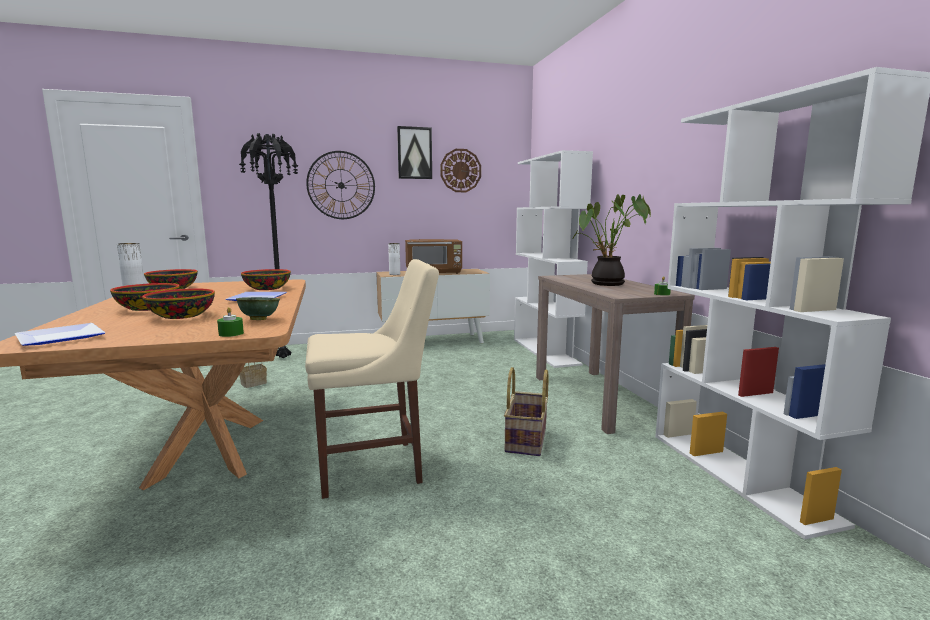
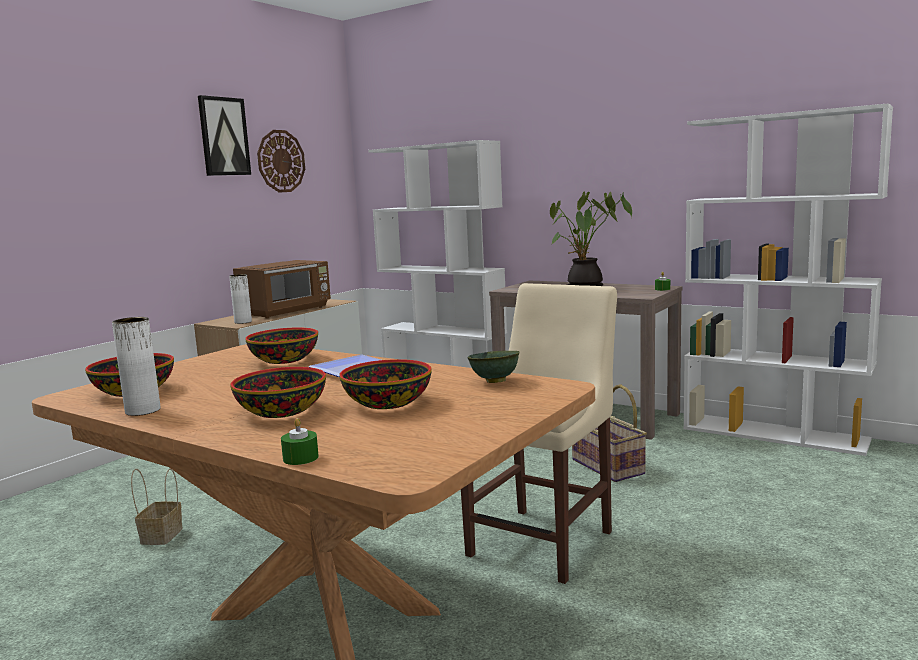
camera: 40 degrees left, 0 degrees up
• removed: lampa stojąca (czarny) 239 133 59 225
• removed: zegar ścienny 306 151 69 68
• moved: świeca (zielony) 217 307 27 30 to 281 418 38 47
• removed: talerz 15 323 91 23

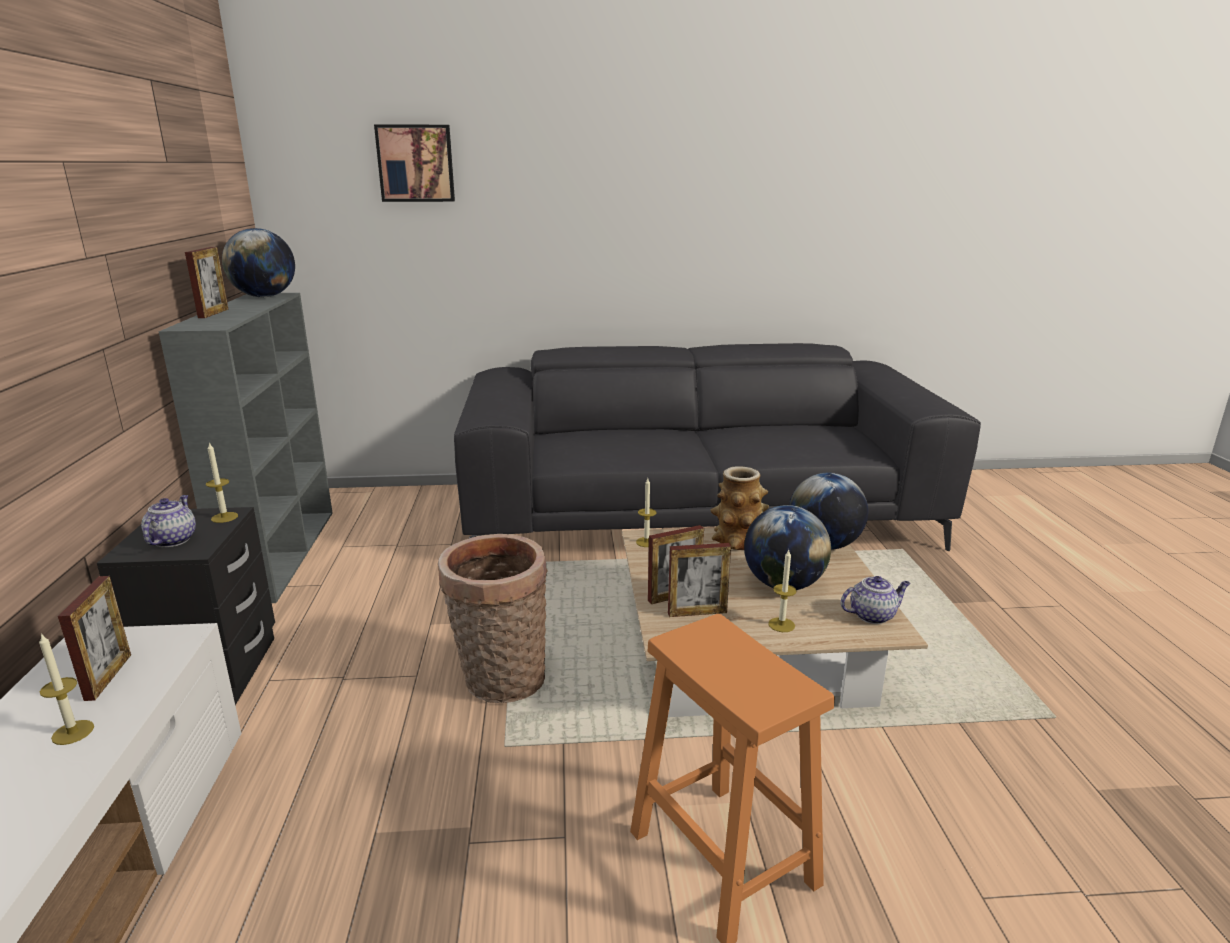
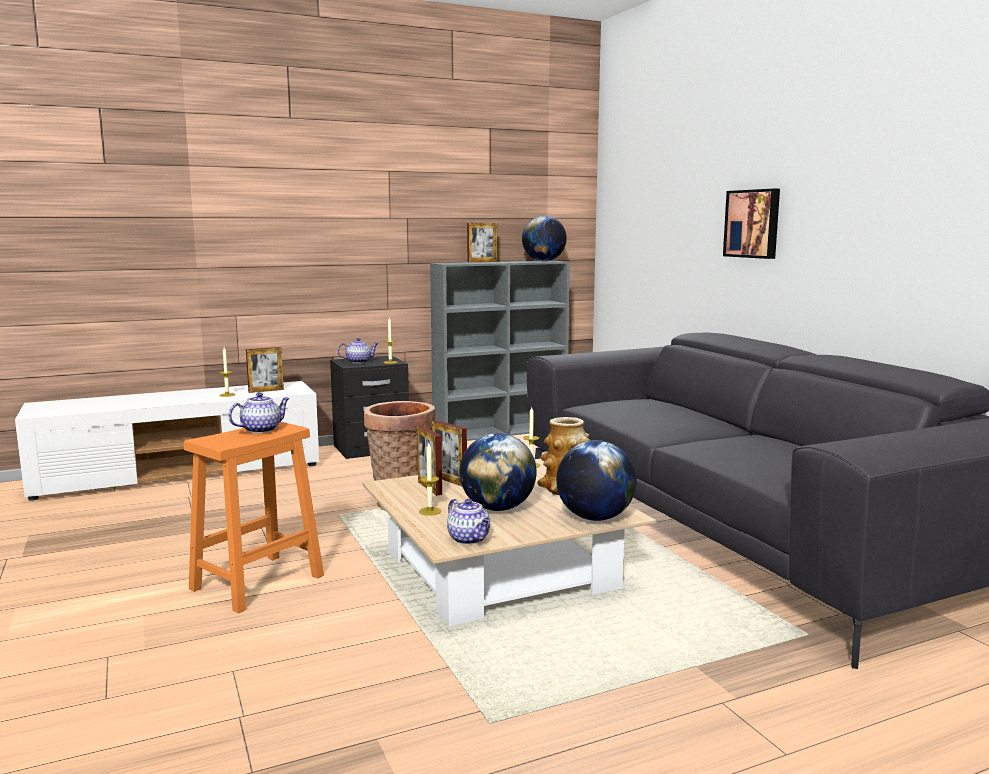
camera: 70 degrees right, 10 degrees down
• moved: obraz 374 124 81 78 to 723 189 57 70
• added: imbryk 228 392 62 41

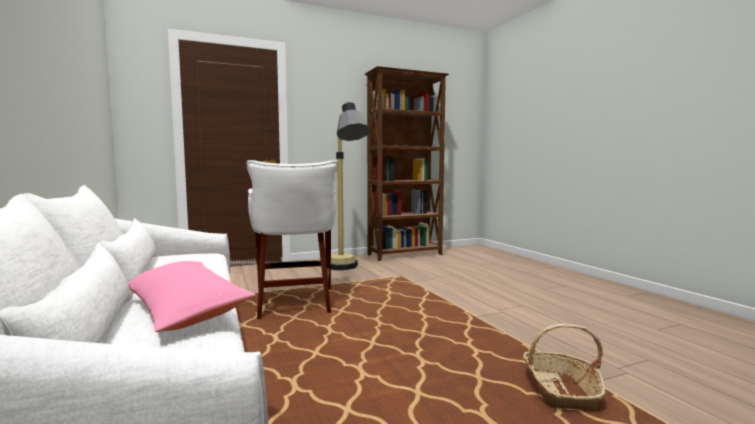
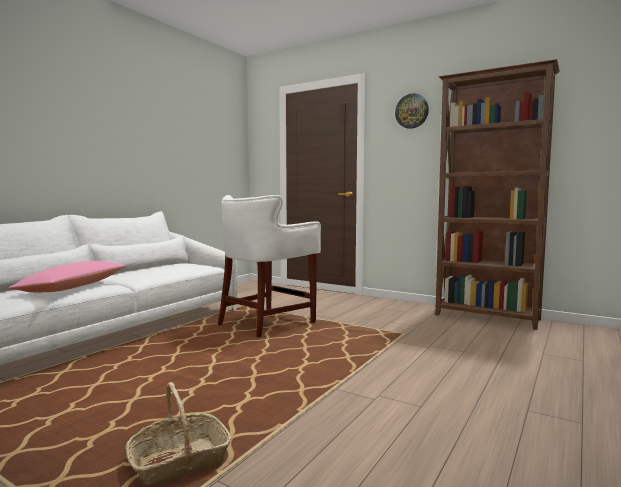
camera: 55 degrees right, 0 degrees up
• removed: lampa stojąca 331 102 40 168
• added: zegar ścienny 395 93 34 36

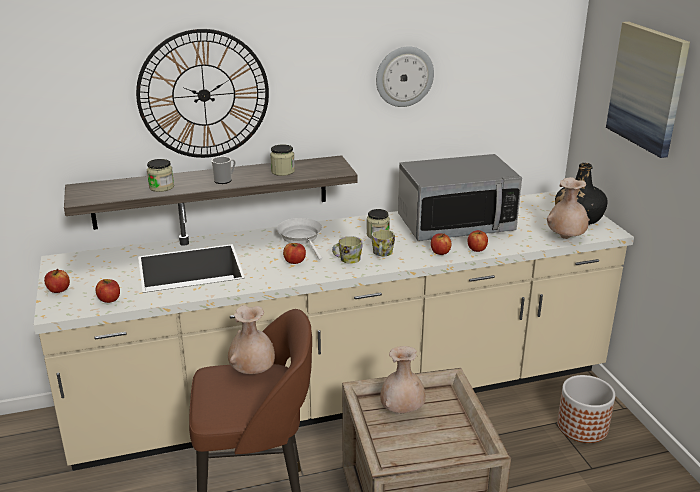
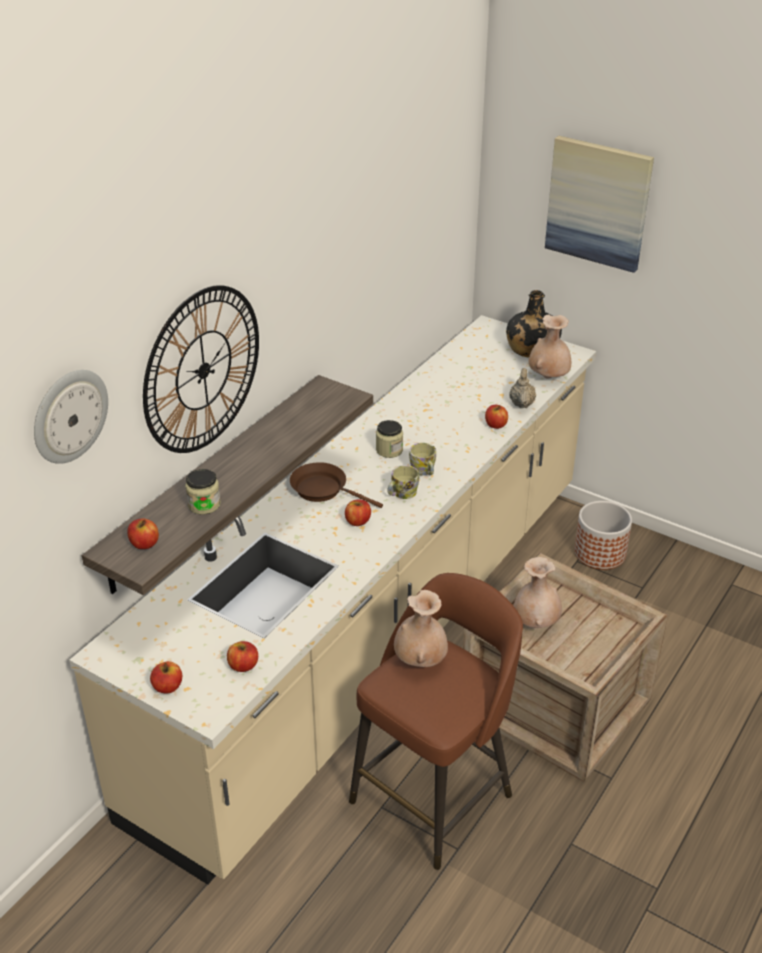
camera: 40 degrees left, 10 degrees up
• moved: zegar ścienny 376 46 58 61 to 34 370 74 94
• removed: słoik 270 144 25 32
• removed: mikrofalówka 398 154 124 87
• removed: kubek 211 156 25 28
• recoloured: patelnia (biały) 277 218 45 42 to patelnia (brązowy) 290 462 93 46
• moved: jabłko 431 233 20 22 to 127 519 32 30
• added: imbryk (beżowy) 509 368 27 40

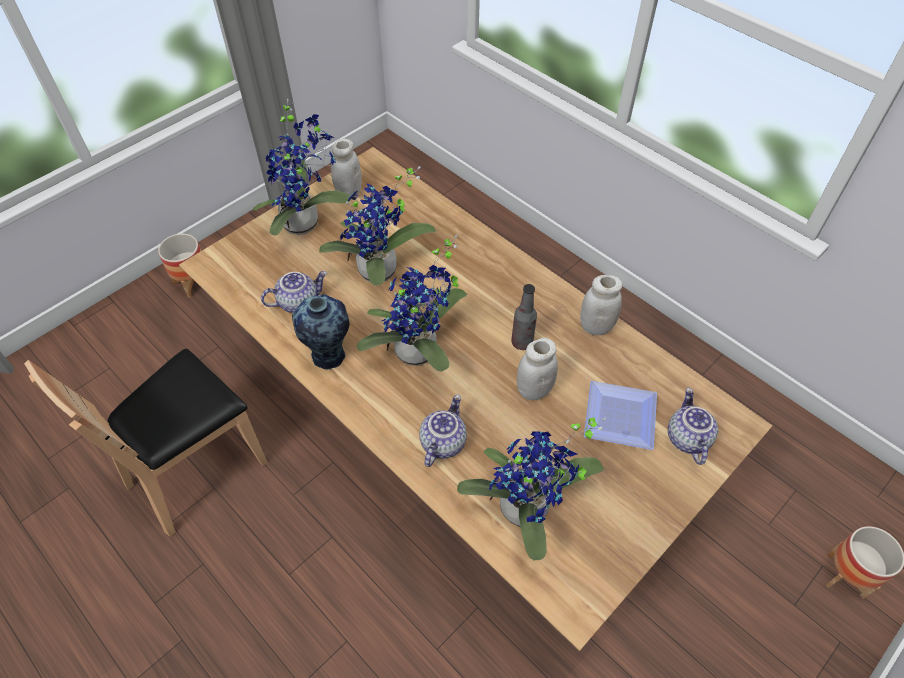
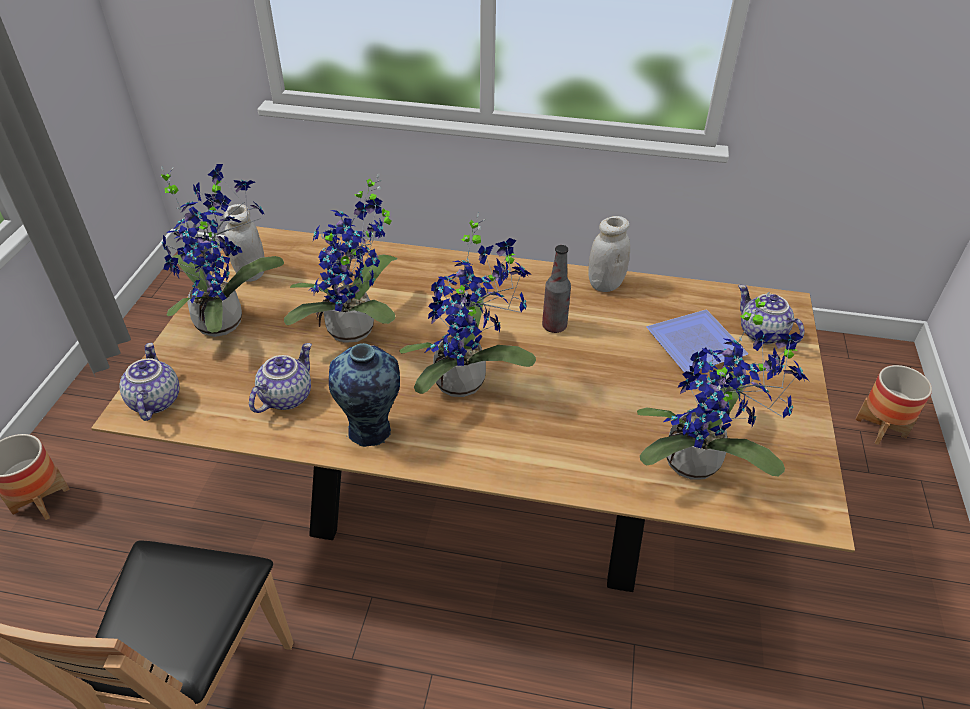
camera: 35 degrees left, 10 degrees down
• removed: słoik (biały) 517 338 41 62
• moved: imbryk 419 395 48 72 to 119 343 61 78

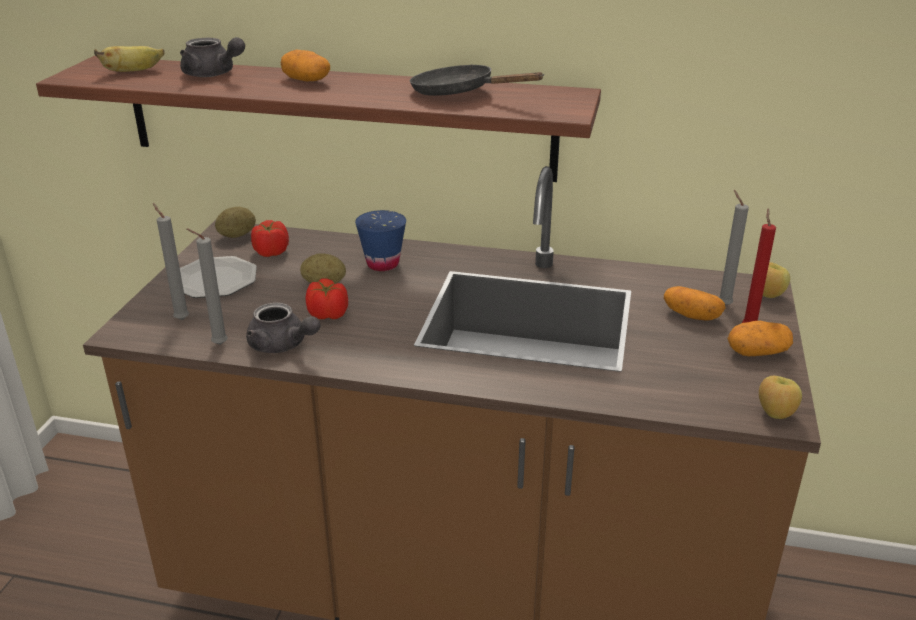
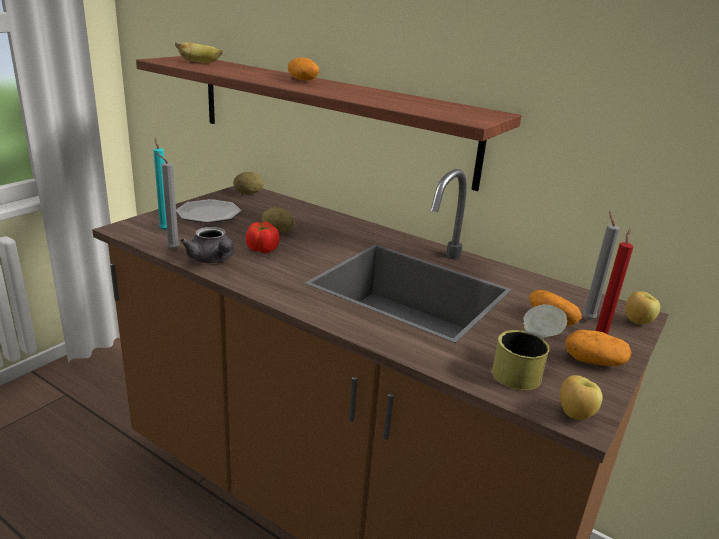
camera: 20 degrees right, 5 degrees down
• removed: imbryk (szary) 180 37 65 40
• removed: patelnia (czarny) 410 64 134 32
• recoloured: świeca (szary) 153 203 36 117 to świeca (turkusowy) 153 137 14 93
• removed: filiżanka (niebieski) 355 210 51 61
• removed: pomidor 251 220 38 37
• added: puszka 492 304 75 86

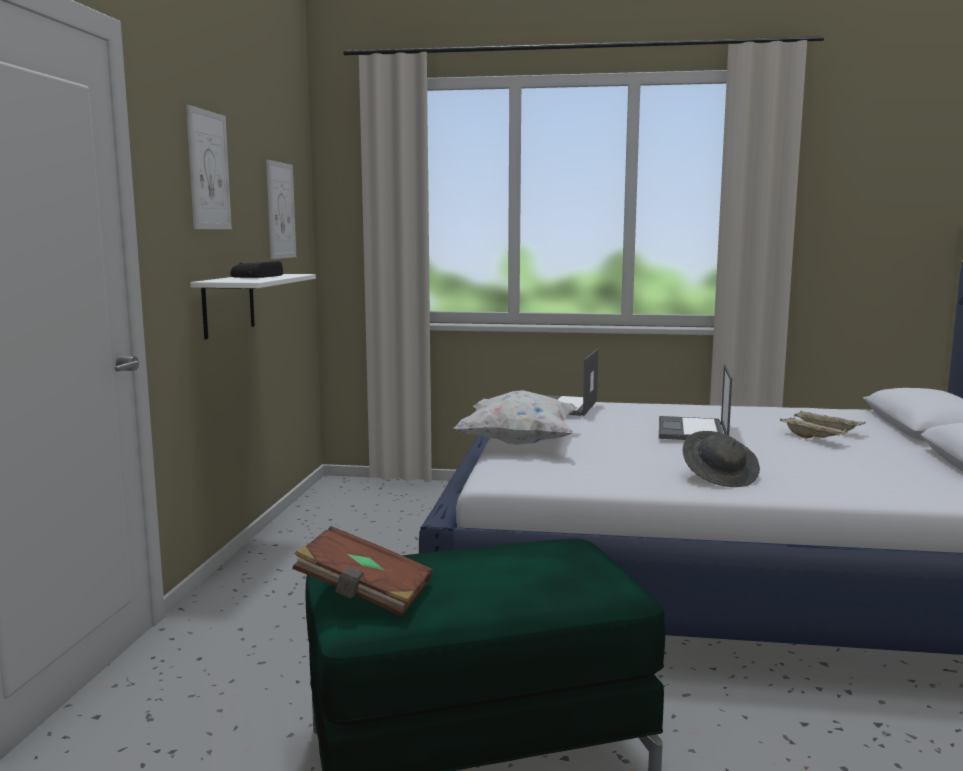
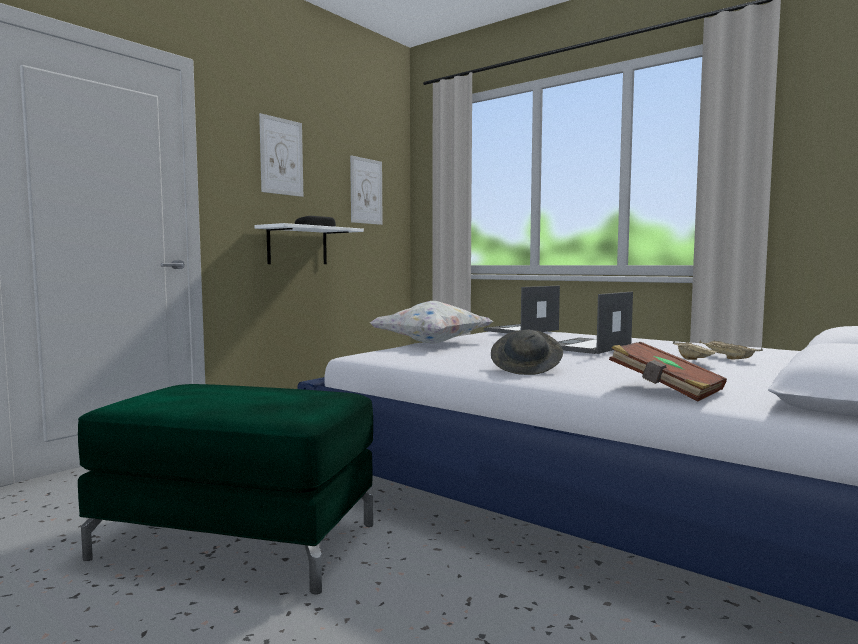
camera: 30 degrees right, 5 degrees down
• moved: książka (brązowy) 292 526 141 91 to 609 342 118 60

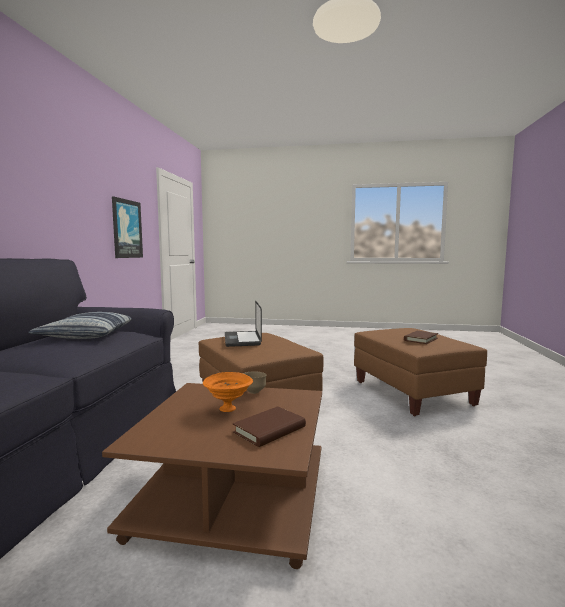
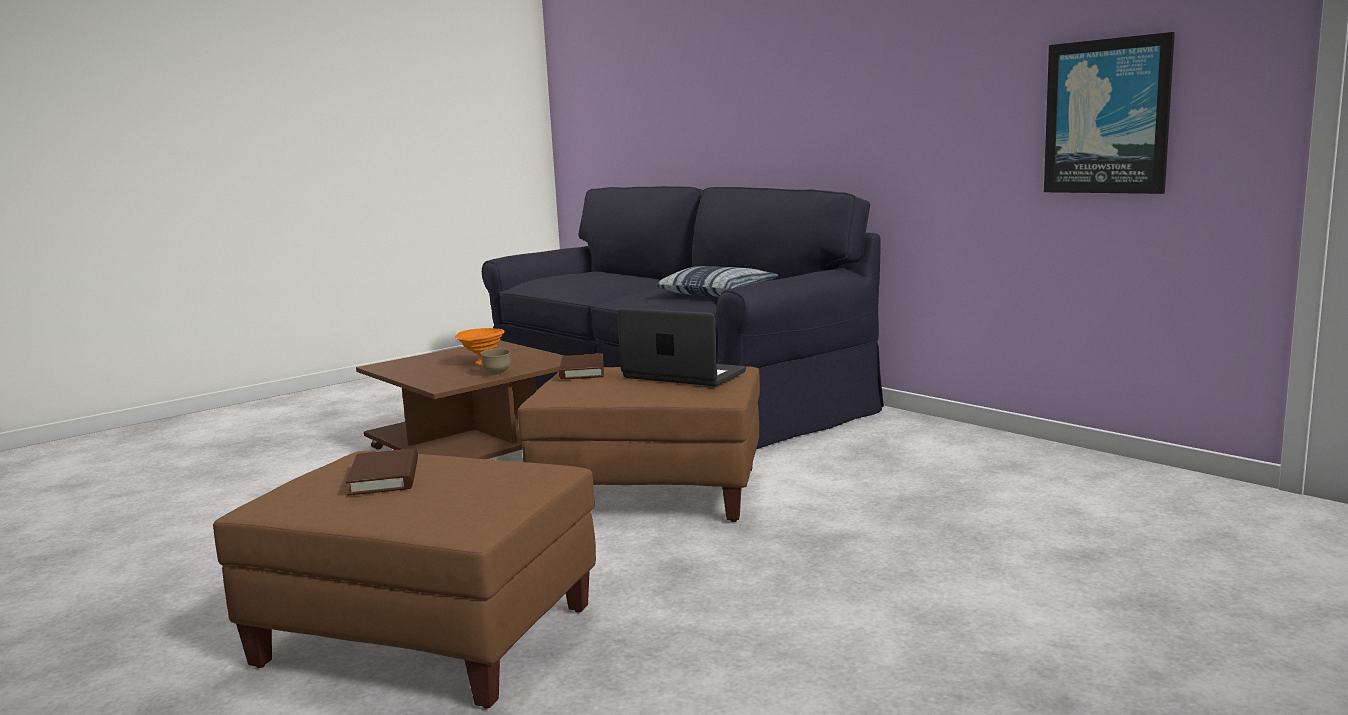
camera: 130 degrees right, 5 degrees up
• moved: książka (brązowy) 233 407 73 40 to 559 354 45 25

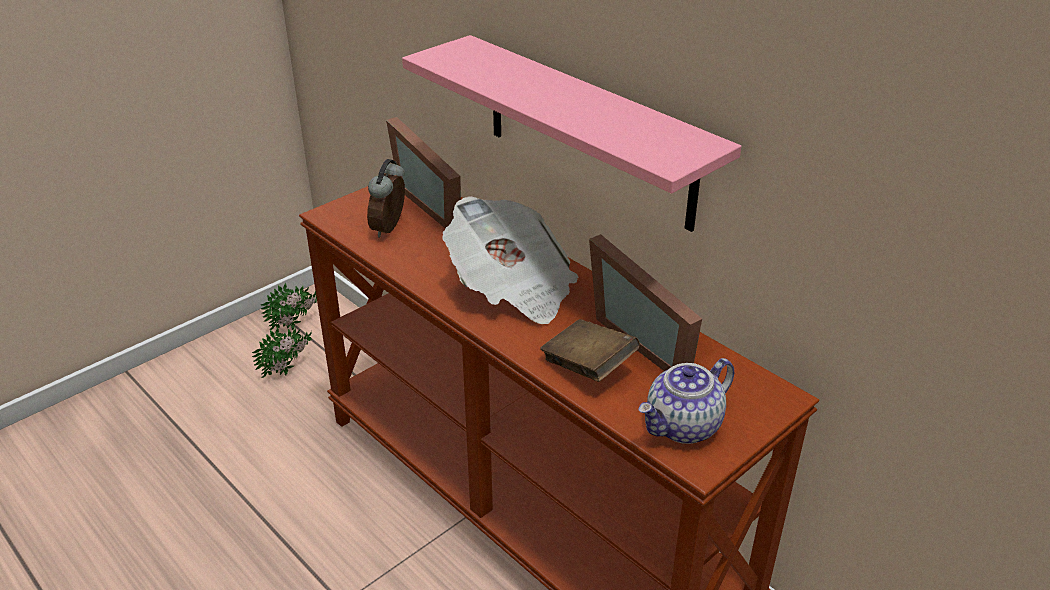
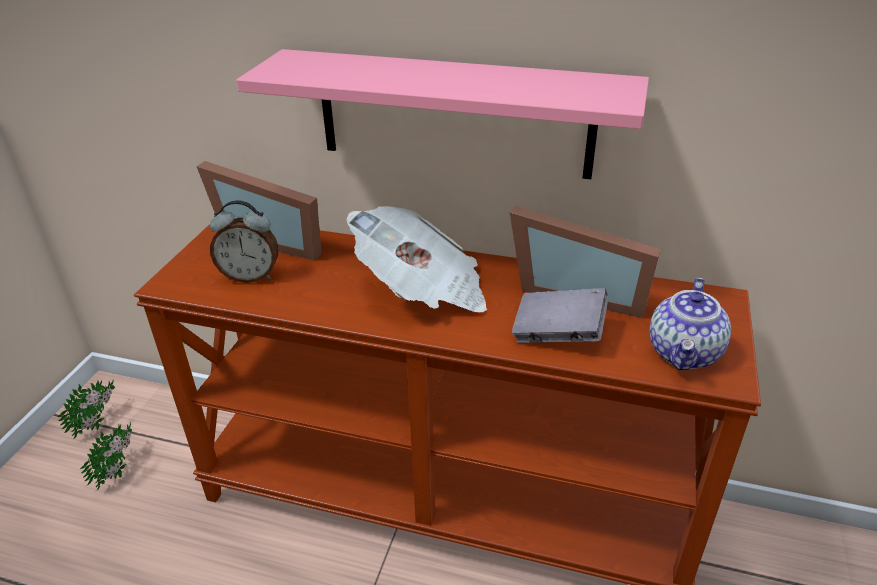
camera: 30 degrees left, 0 degrees up
• turned: budzik 367 159 38 78 = 210 200 68 83 75 degrees counterclockwise
• recoloured: książka (brązowy) 540 319 100 63 to książka (szary) 512 288 96 55

